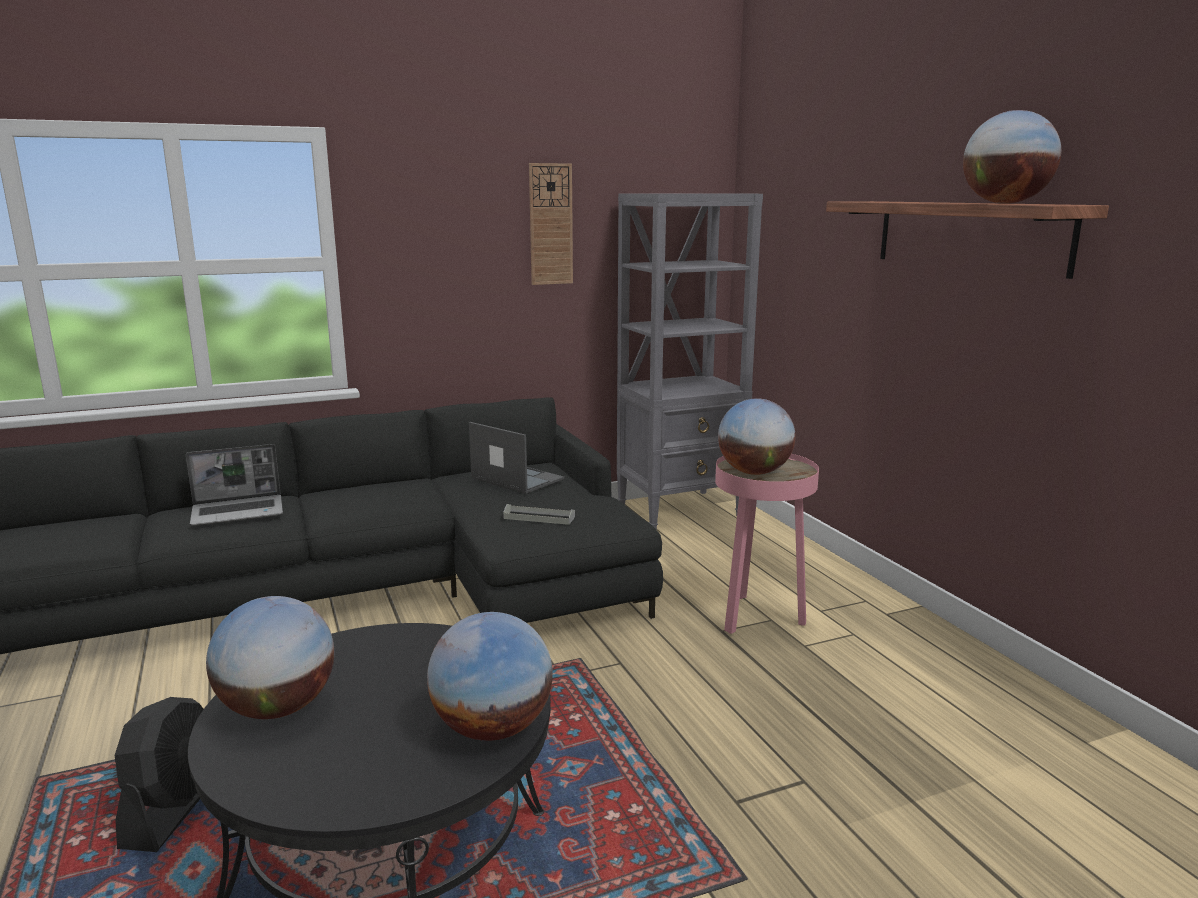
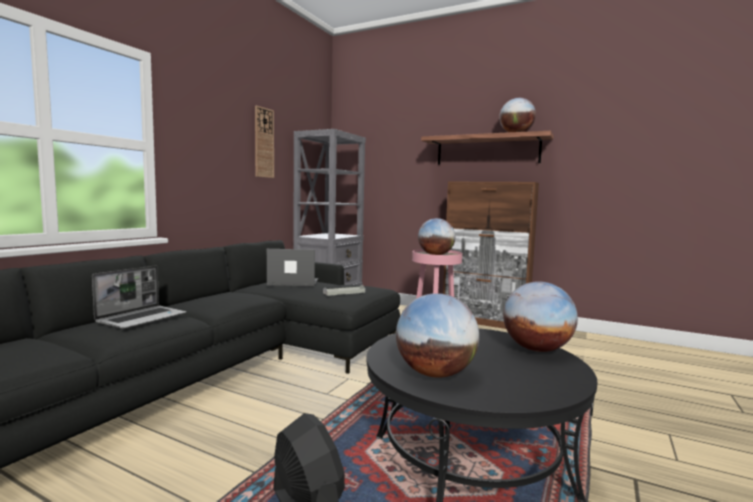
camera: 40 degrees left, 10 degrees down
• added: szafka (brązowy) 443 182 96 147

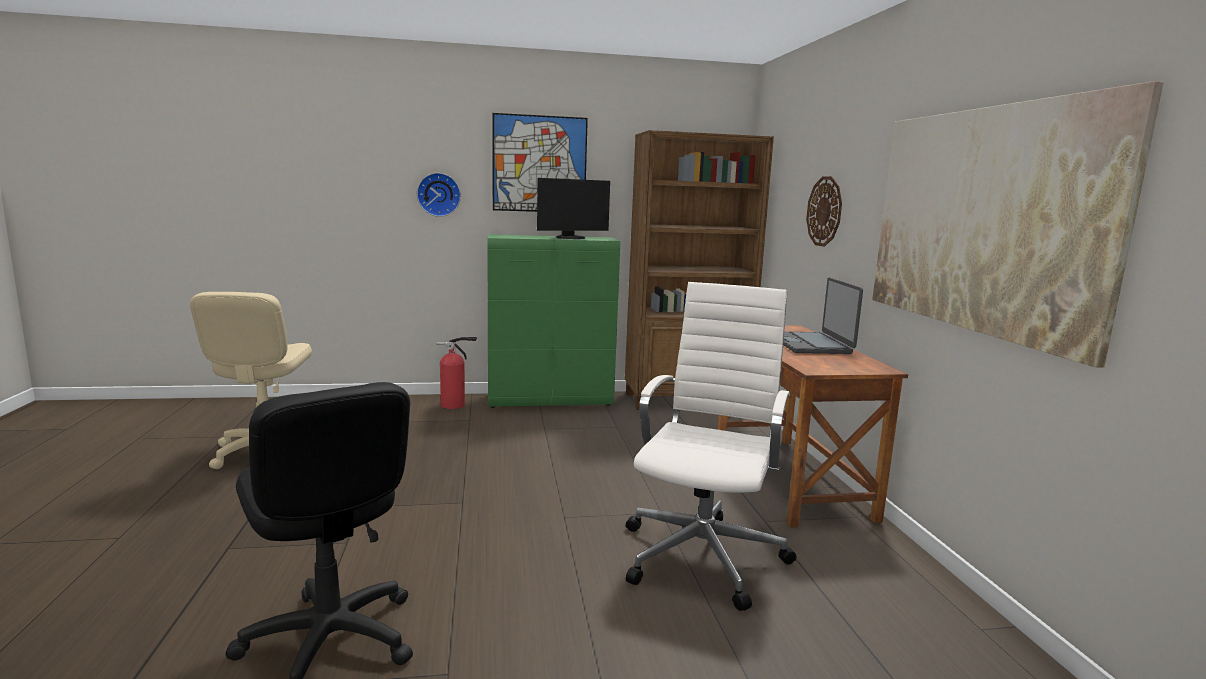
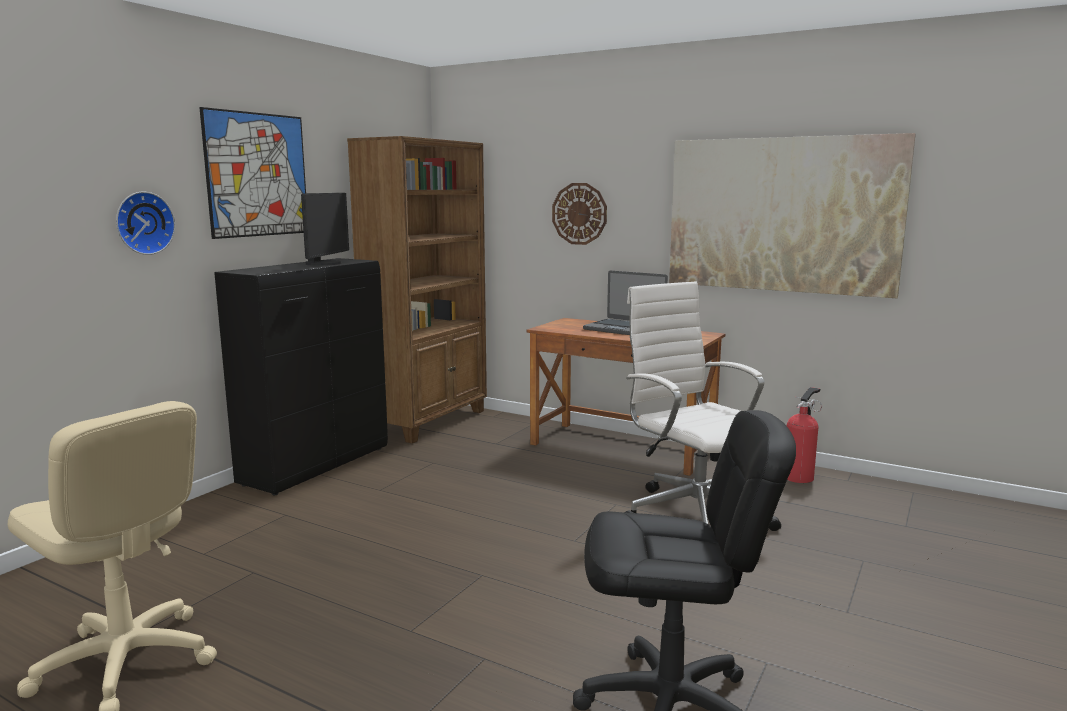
camera: 50 degrees left, 0 degrees up
• recoloured: szafka (zielony) 487 234 133 174 to szafka (czarny) 214 258 174 237
• moved: gaśnica 437 337 40 72 to 787 387 35 96

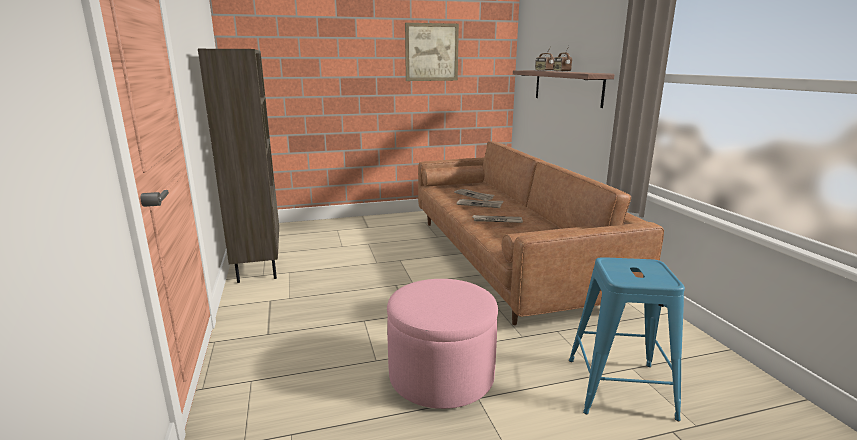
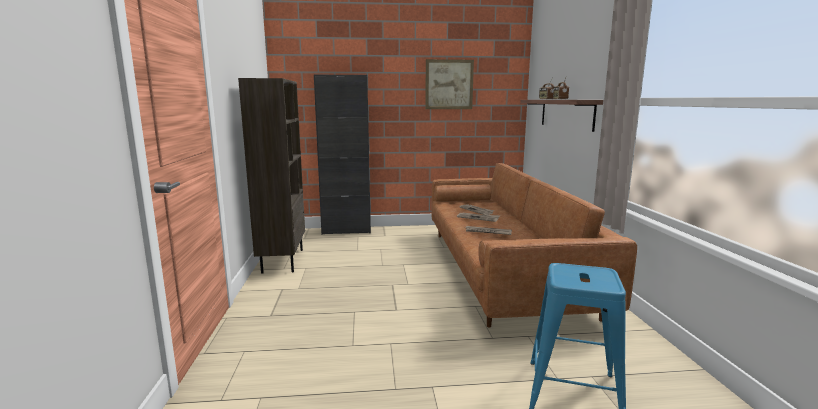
camera: 10 degrees right, 5 degrees down
• removed: pufa (różowy) 387 279 111 130
• added: szafka (czarny) 314 75 57 160

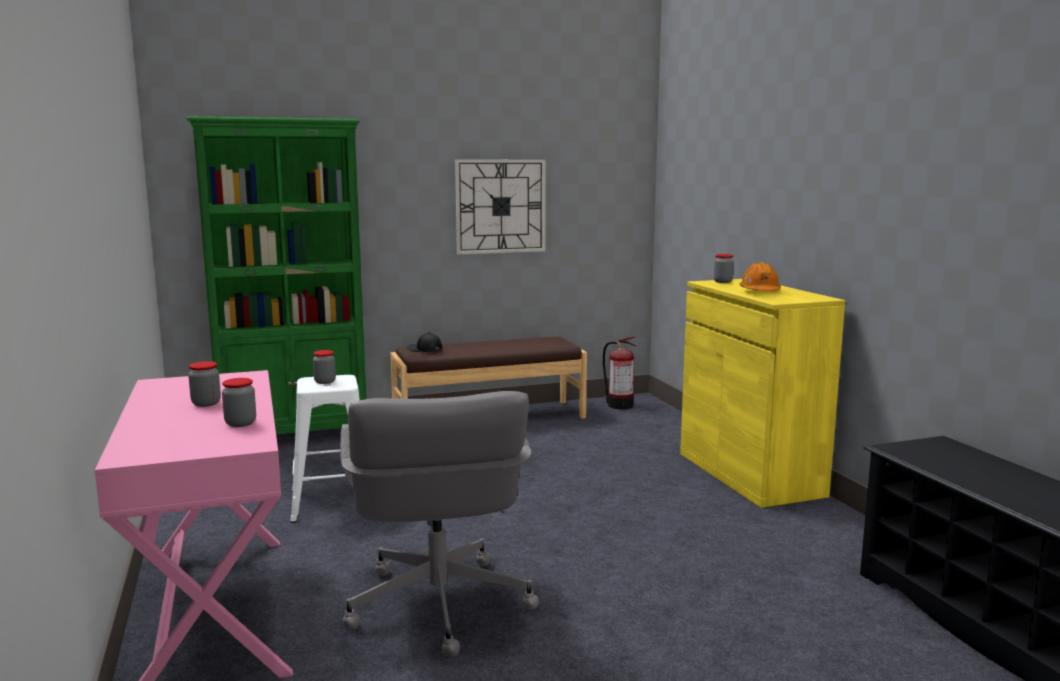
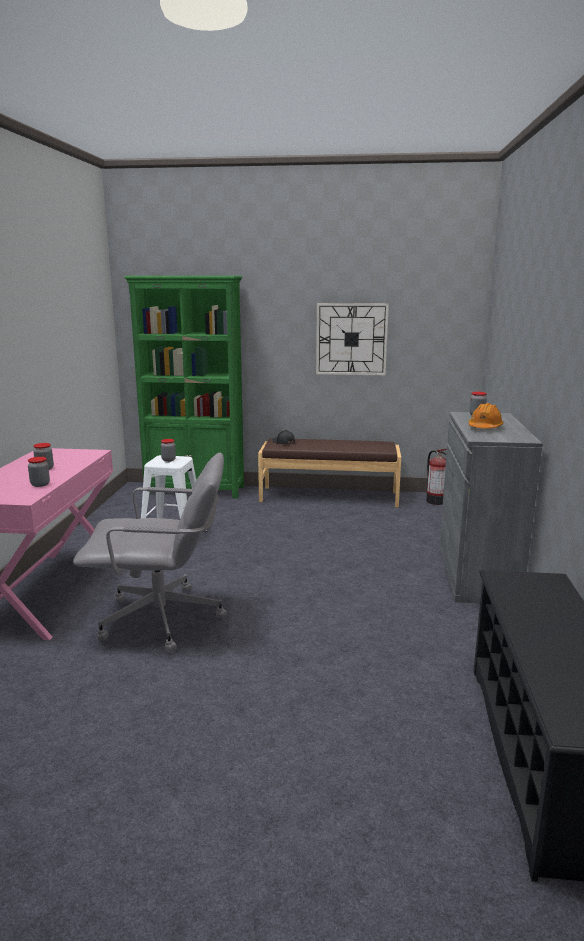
camera: 25 degrees right, 5 degrees up
• recoloured: szafka (żółty) 680 279 165 229 to szafka (szary) 439 412 104 191
• turned: krzesło biurowe (szary) 340 391 199 266 = 73 453 154 199 105 degrees counterclockwise

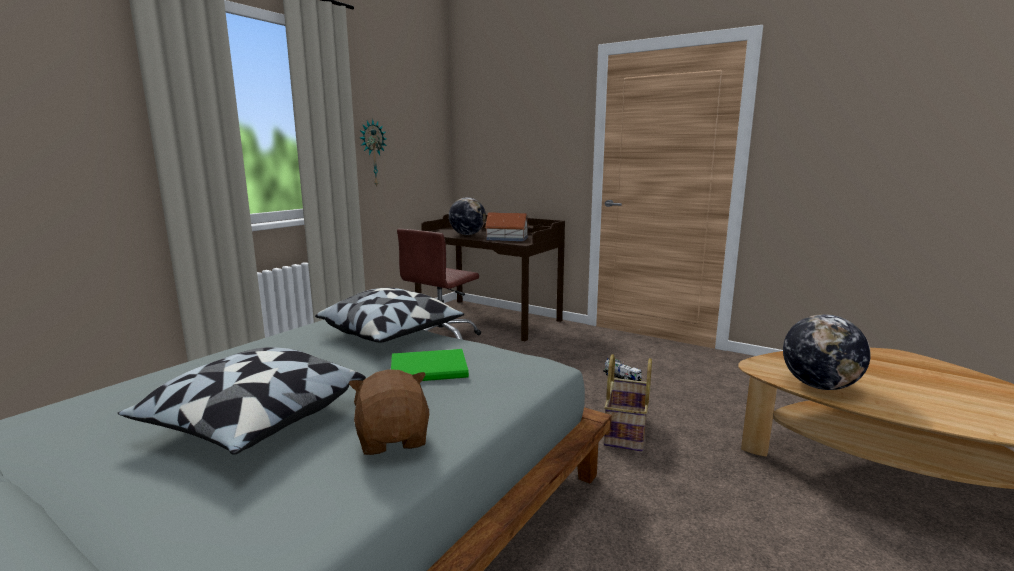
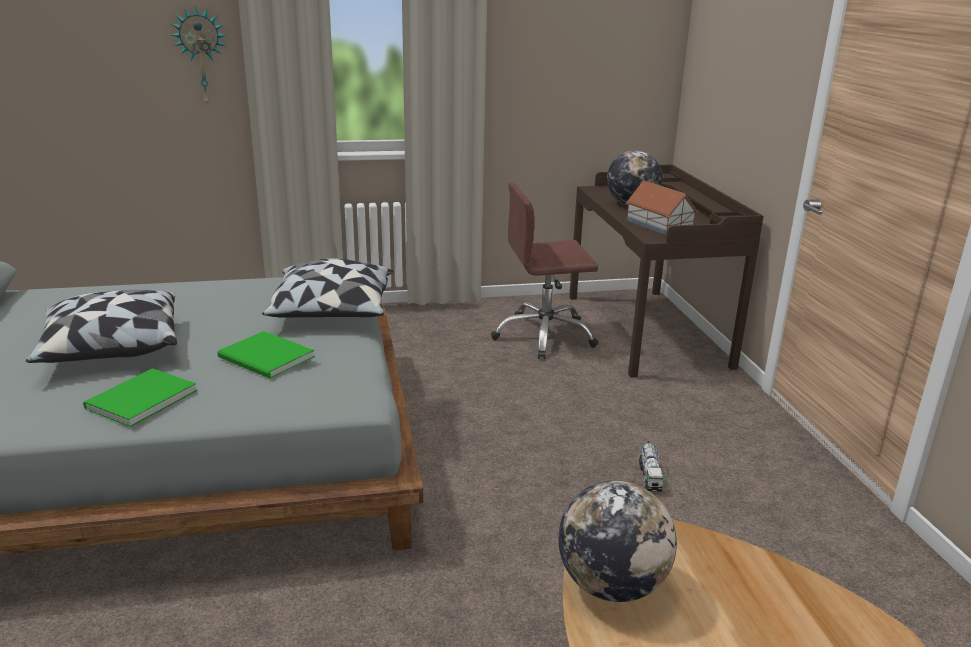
camera: 45 degrees right, 10 degrees up
• moved: zegar ścienny 360 119 27 68 to 171 7 56 100
• removed: koszyk 603 354 49 97
• replaced: pluszak (brązowy) 349 370 80 85 to książka (zielony) 83 368 114 59

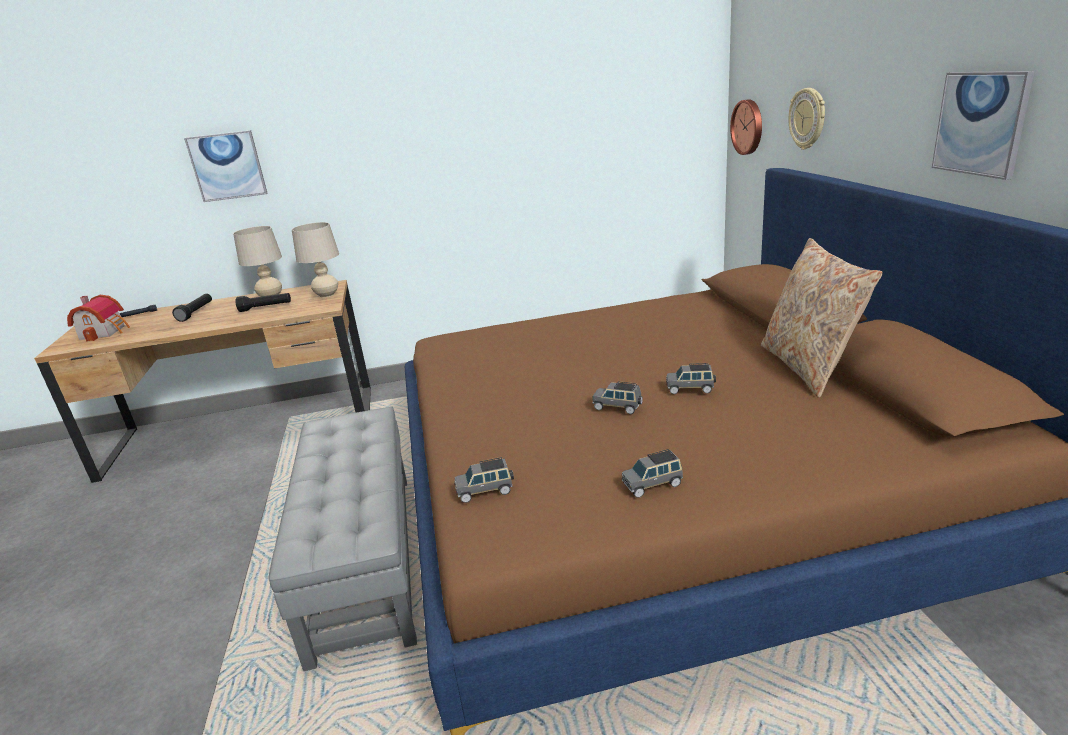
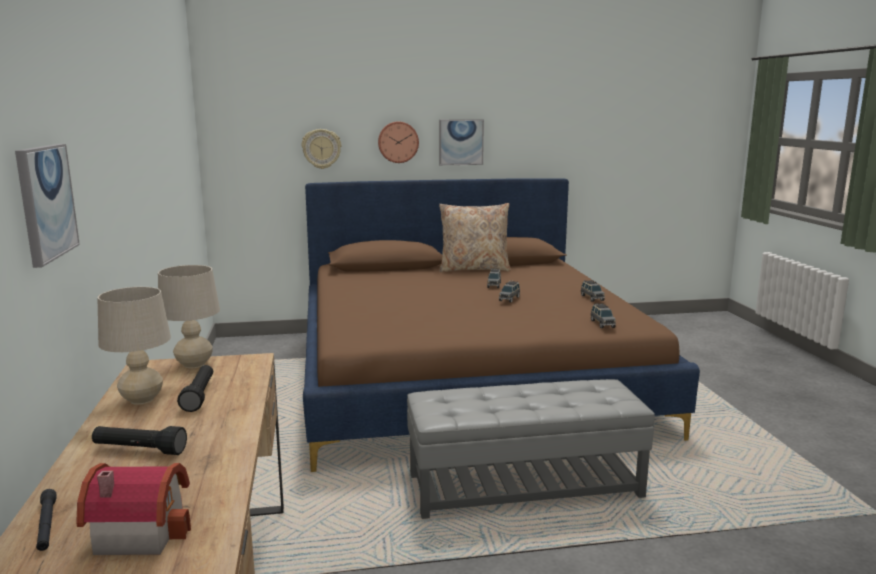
camera: 90 degrees left, 10 degrees down
• moved: zegar ścienny 730 99 32 56 to 378 121 41 42

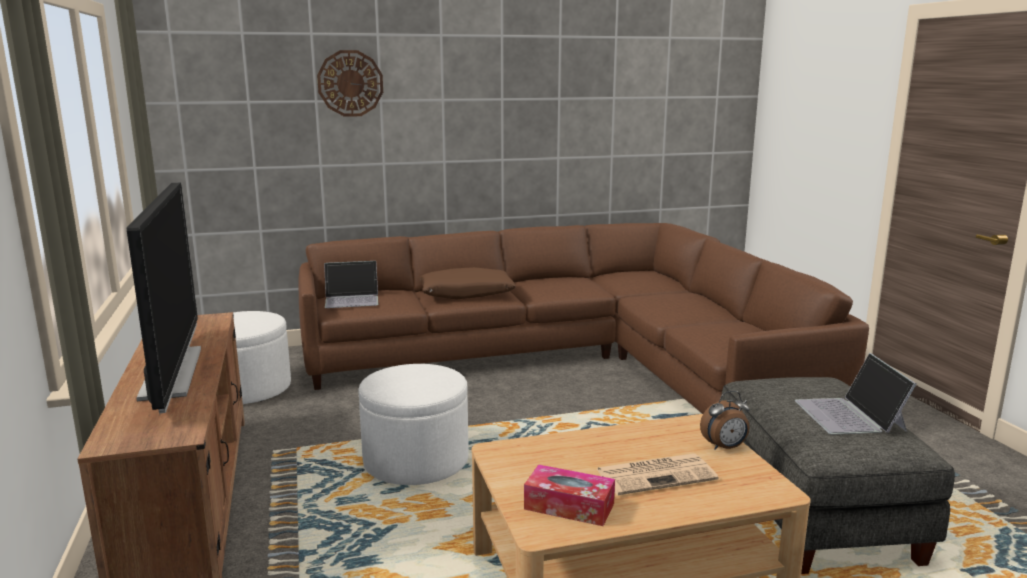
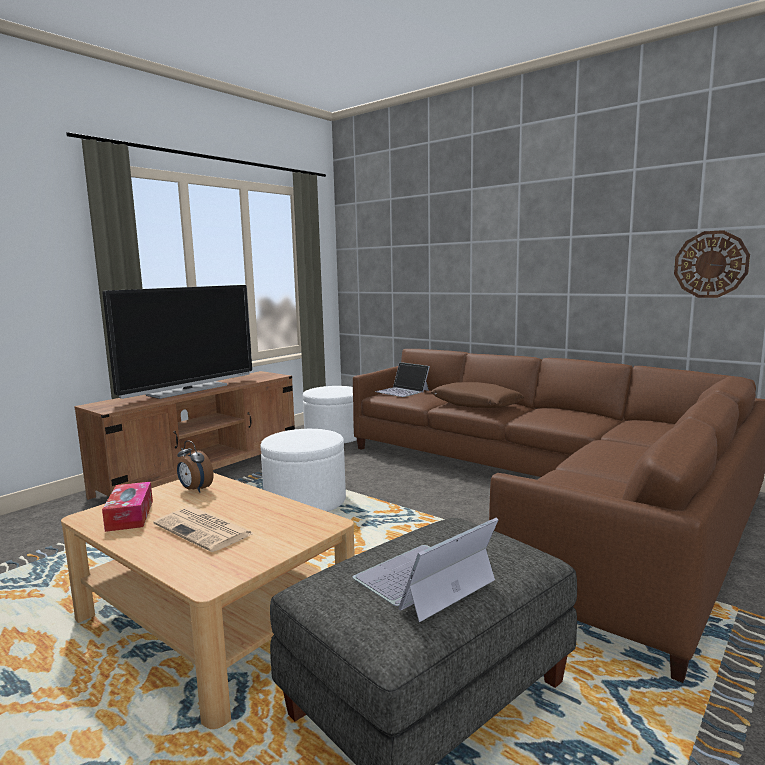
camera: 55 degrees right, 5 degrees down
• moved: zegar ścienny 317 50 66 67 to 674 230 76 68
• moved: budzik 700 391 50 59 to 177 440 36 53

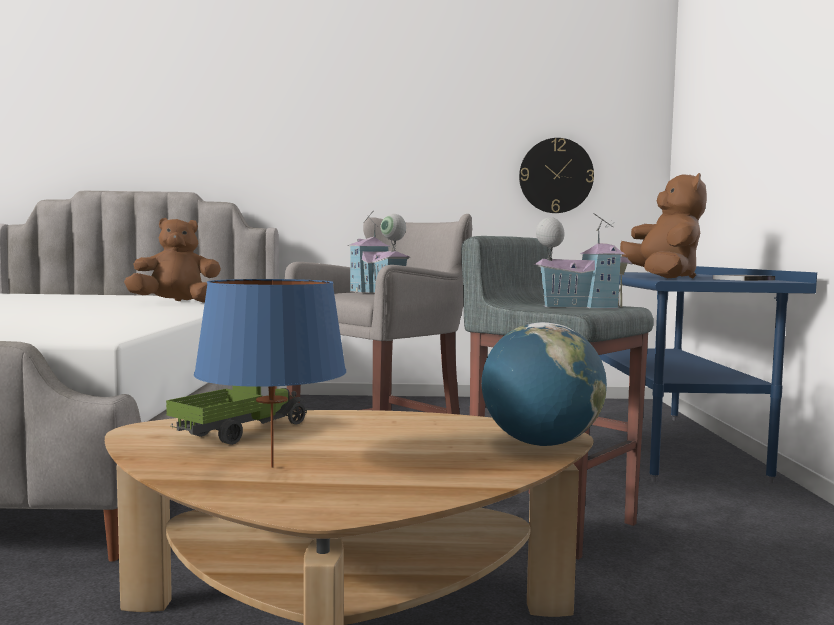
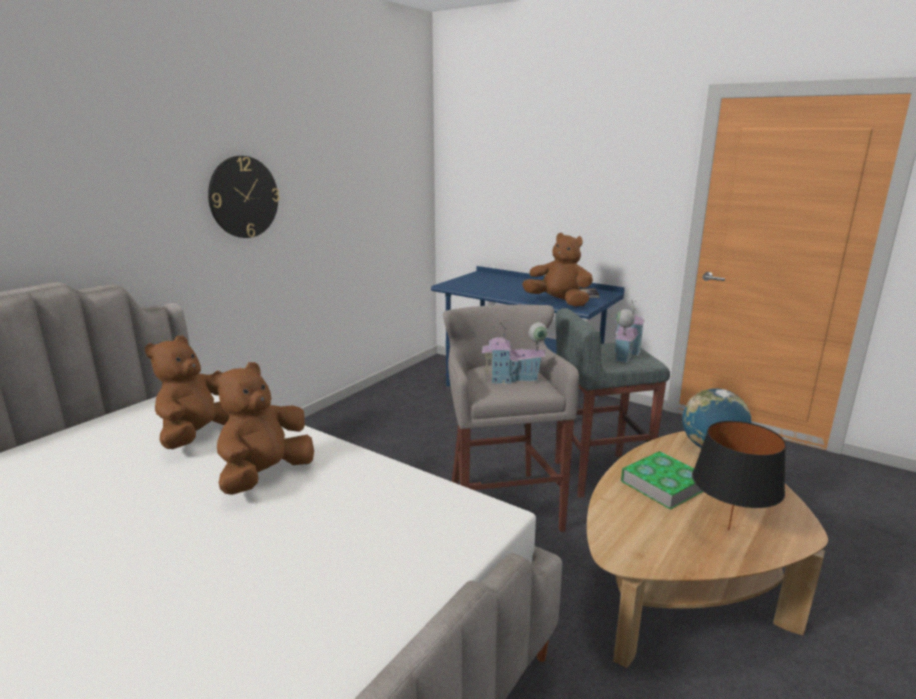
camera: 55 degrees left, 15 degrees up
• moved: zegar ścienny 519 138 75 75 to 208 156 72 82
• recoloured: lampa stołowa (niebieski) 194 279 152 189 to lampa stołowa (czarny) 692 421 94 109
• removed: ciężarówka zabawkowa 166 386 141 59
• added: pluszak (brązowy) 211 362 103 133
• added: książka 621 451 82 59

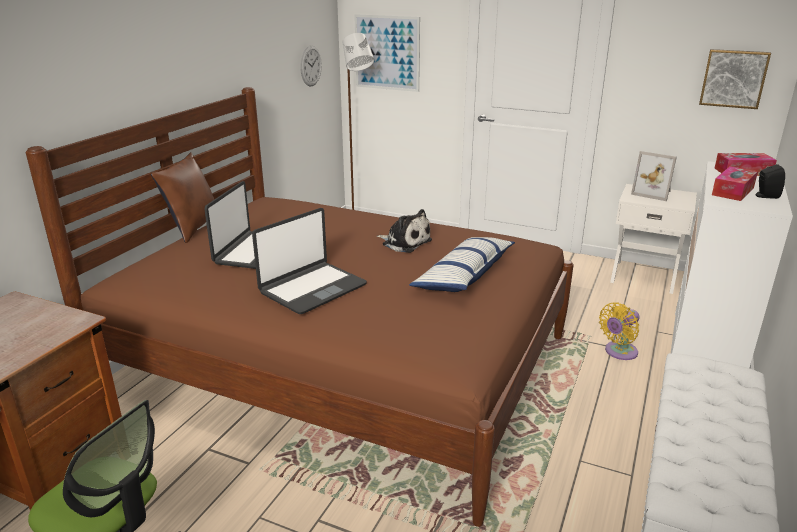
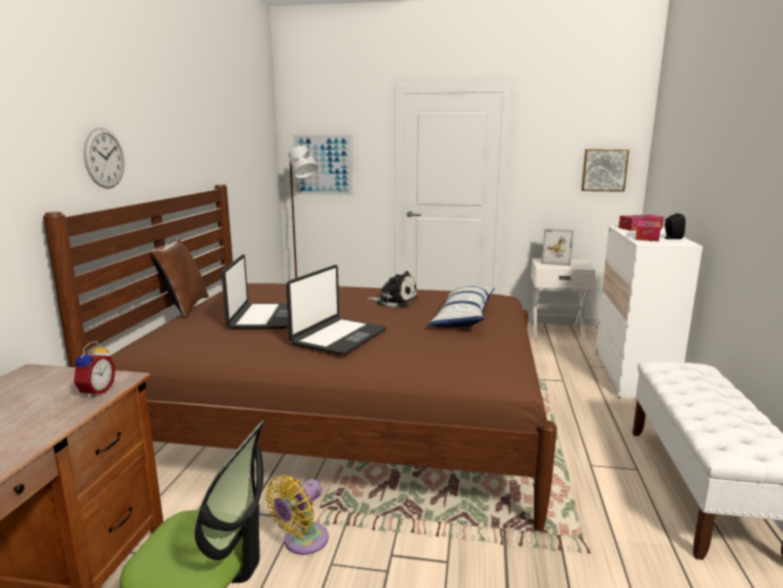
camera: 15 degrees left, 10 degrees down
• moved: zegar ścienny 300 46 22 40 to 84 128 41 61
• moved: wentylator (żółty) 599 303 40 57 to 266 475 63 80
• added: budzik 72 341 44 58

